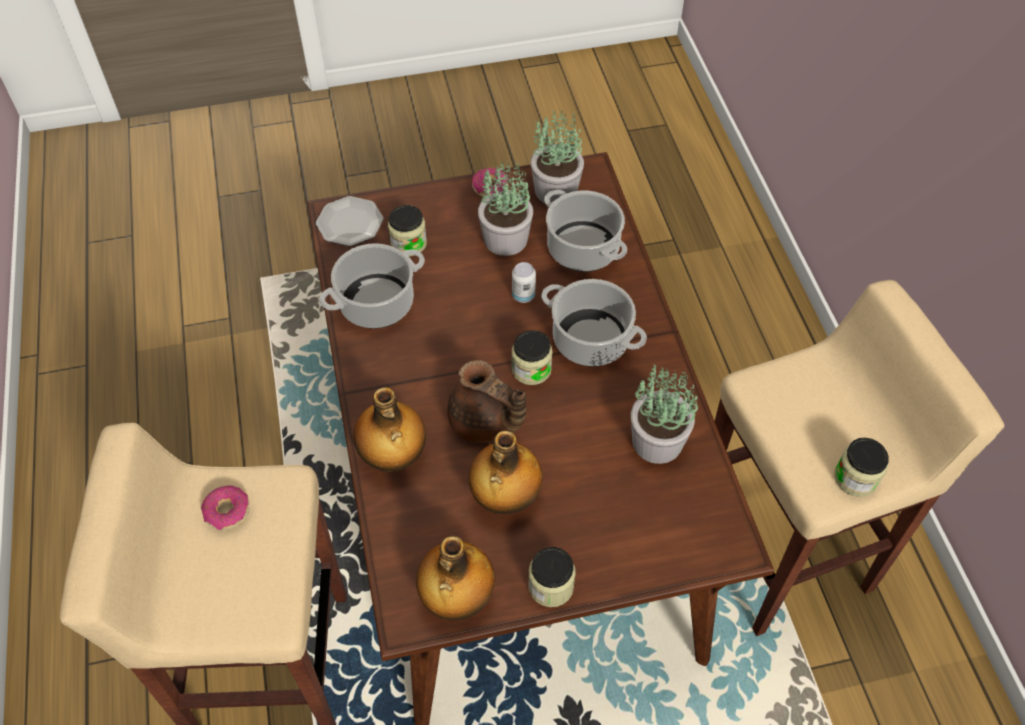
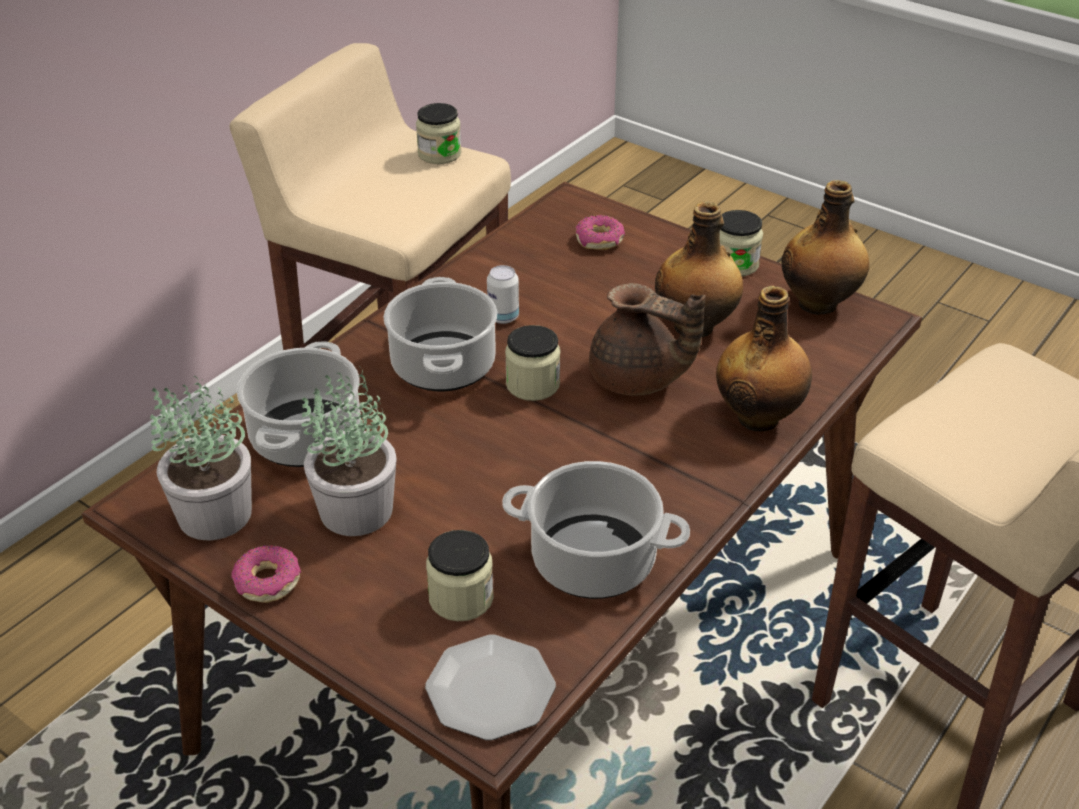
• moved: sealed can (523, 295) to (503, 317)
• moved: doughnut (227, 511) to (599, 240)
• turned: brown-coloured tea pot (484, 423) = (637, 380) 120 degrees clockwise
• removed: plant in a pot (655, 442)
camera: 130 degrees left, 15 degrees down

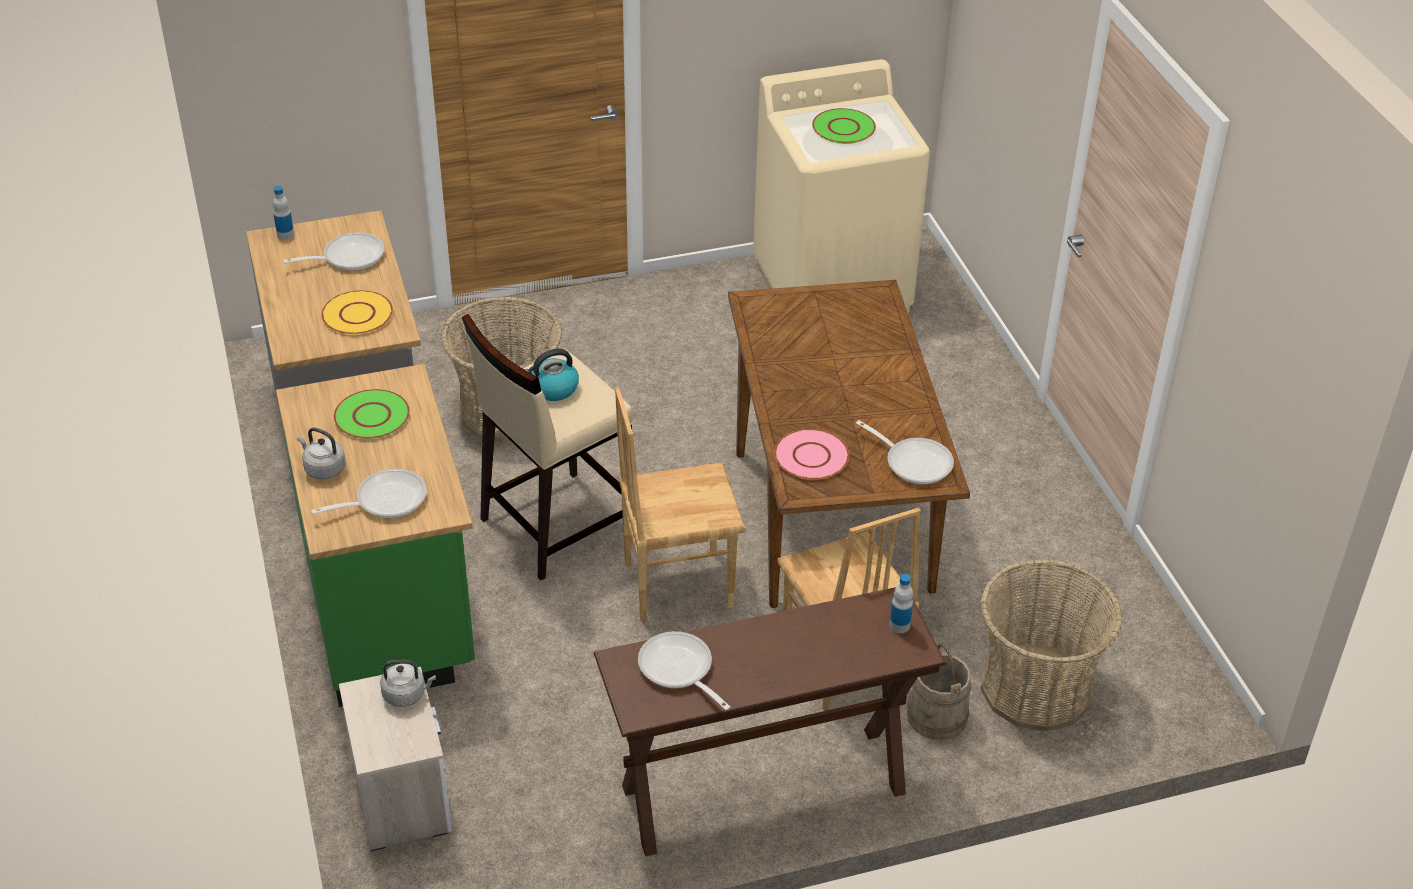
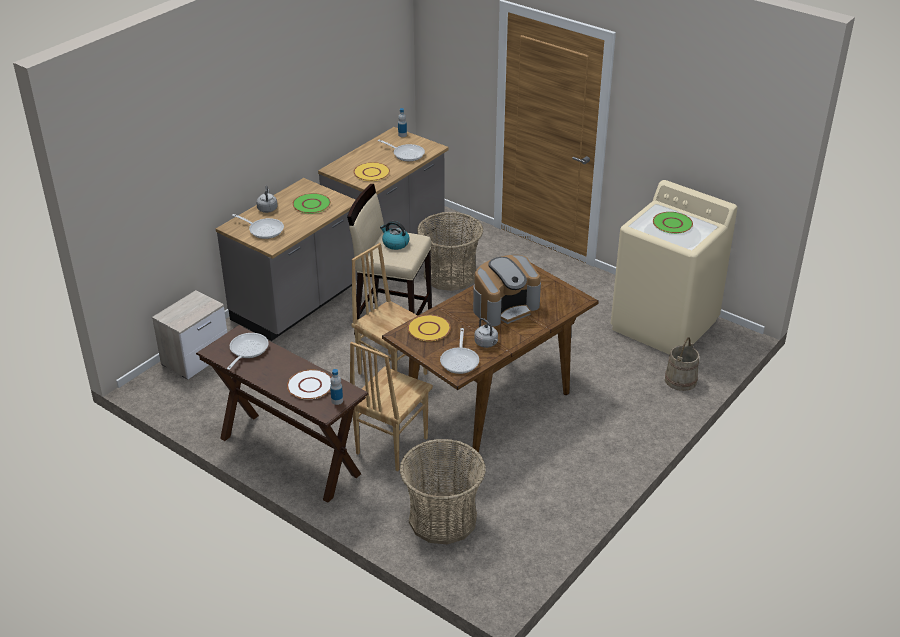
• recoloured: green-coloured kitchen counter (391, 607) to gray kitchen counter (297, 305)
• added: whitish plate (310, 385)
• recoloured: pinkish plate (811, 456) to yellow plate (429, 329)
• added: coffee maker (505, 307)
• moved: gray water kettle (406, 695) to (487, 343)
• moved: sand-coloured pail (937, 716) to (681, 380)
camera: 55 degrees right, 5 degrees down

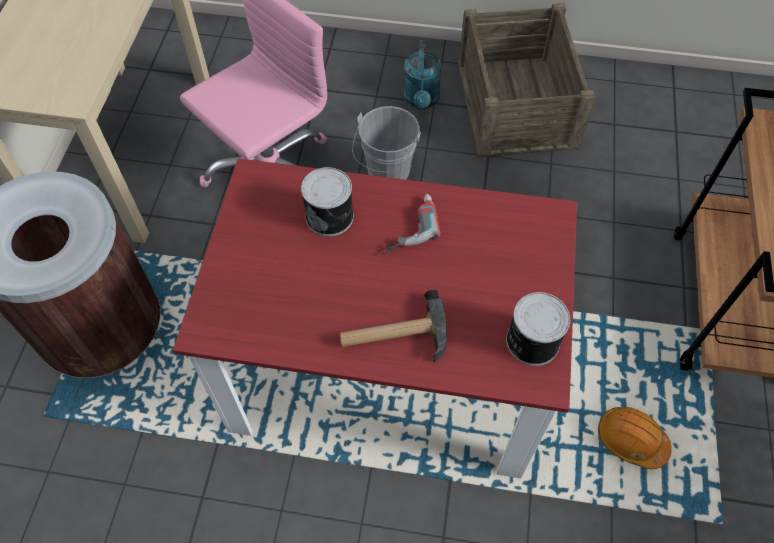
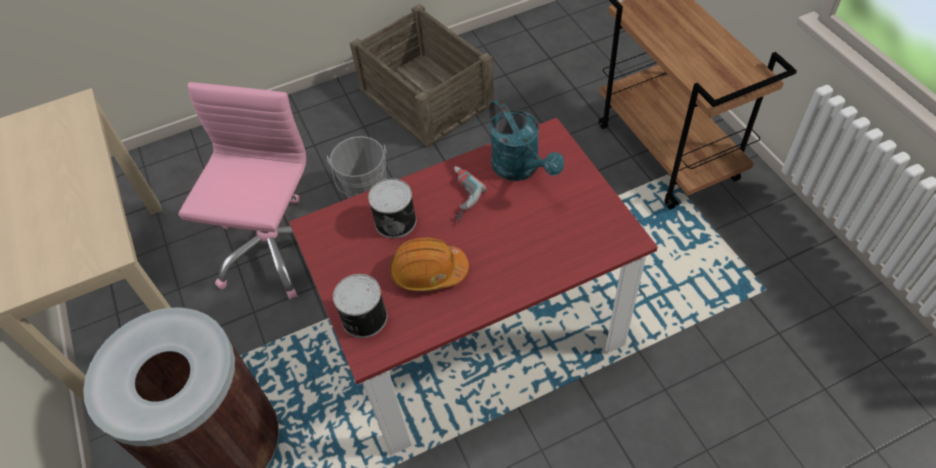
• moved: sealed can (531, 341) to (363, 318)
• moved: orangey hard hat (631, 440) to (428, 271)
• moved: turquoise-coloured sprinkling can (421, 100) to (521, 169)
• removed: hand hammer (393, 336)
camera: 30 degrees left, 5 degrees down

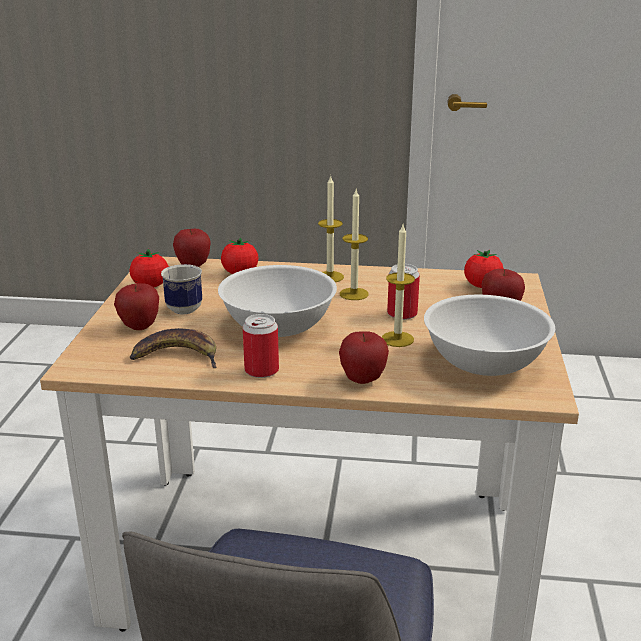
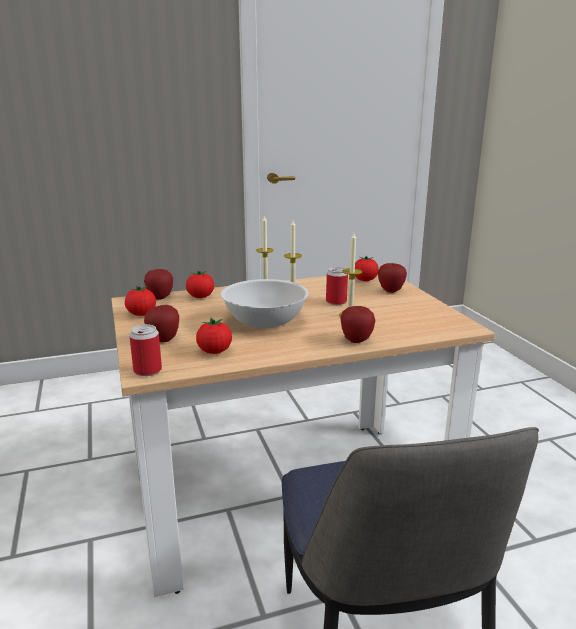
• moved: sealed can (261, 370) to (147, 370)
• replaced: banana (177, 356) to whole tomato (214, 352)
• removed: tea mug (184, 307)
• removed: whitish serving bowl (484, 363)
camera: 25 degrees left, 5 degrees down

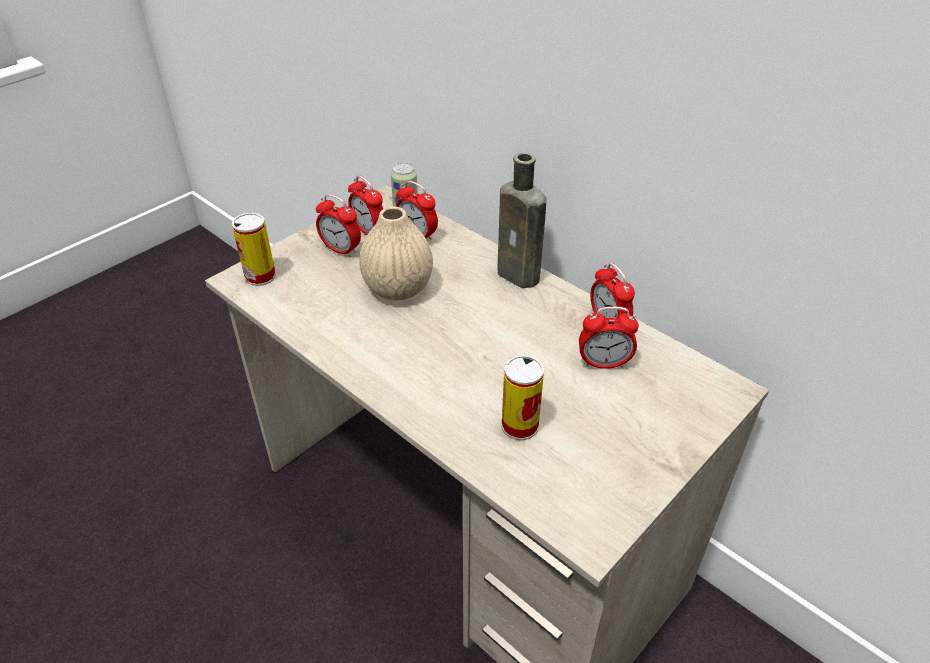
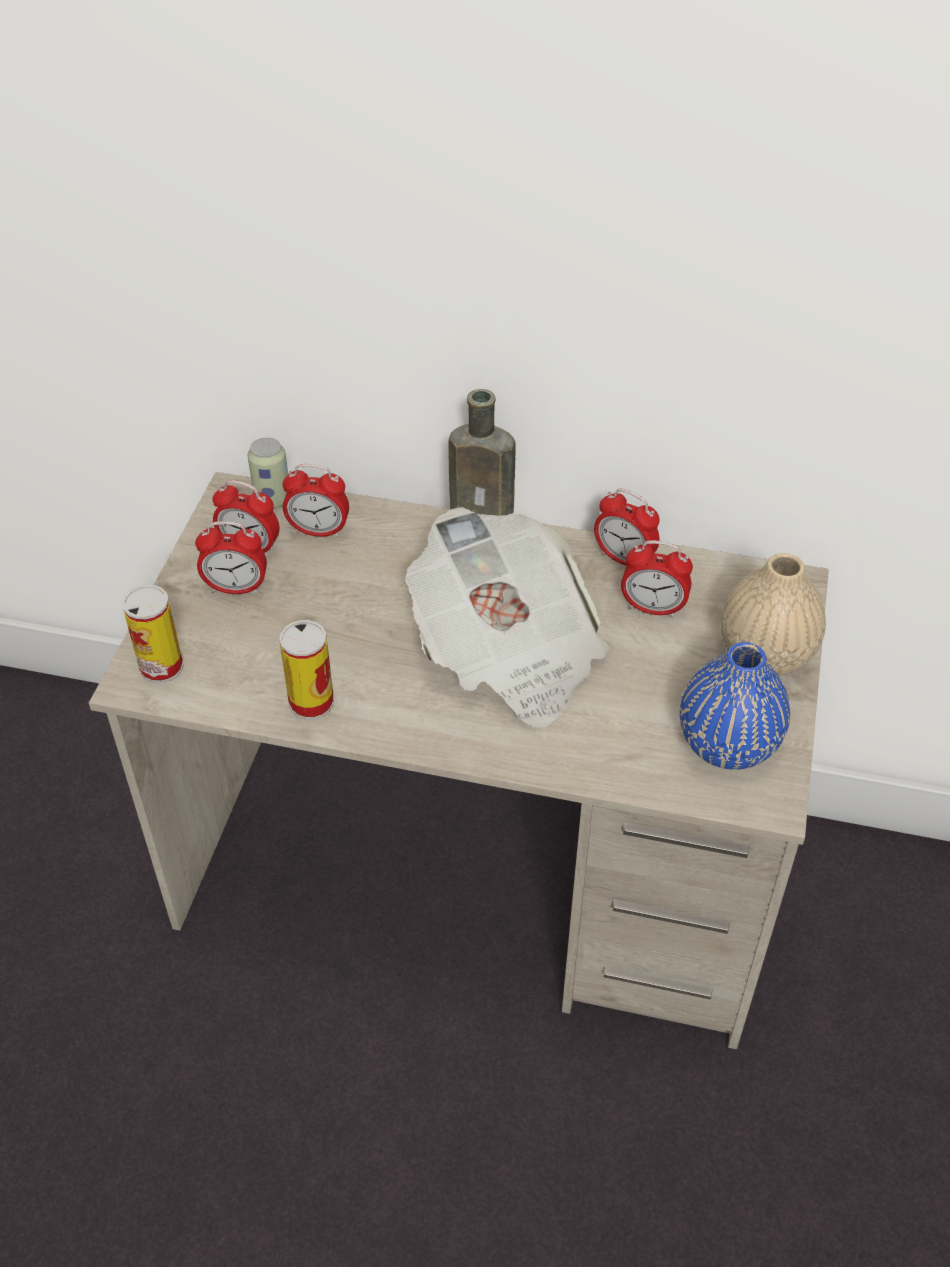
• moved: sealed can (520, 425) to (311, 702)
• added: printed paper (508, 652)
• turned: alarm clock (603, 363) = (653, 608) 45 degrees clockwise
• added: blue-coloured vase (727, 744)
• moved: sand-coloured vase (398, 288) to (765, 654)
camera: 30 degrees left, 5 degrees up

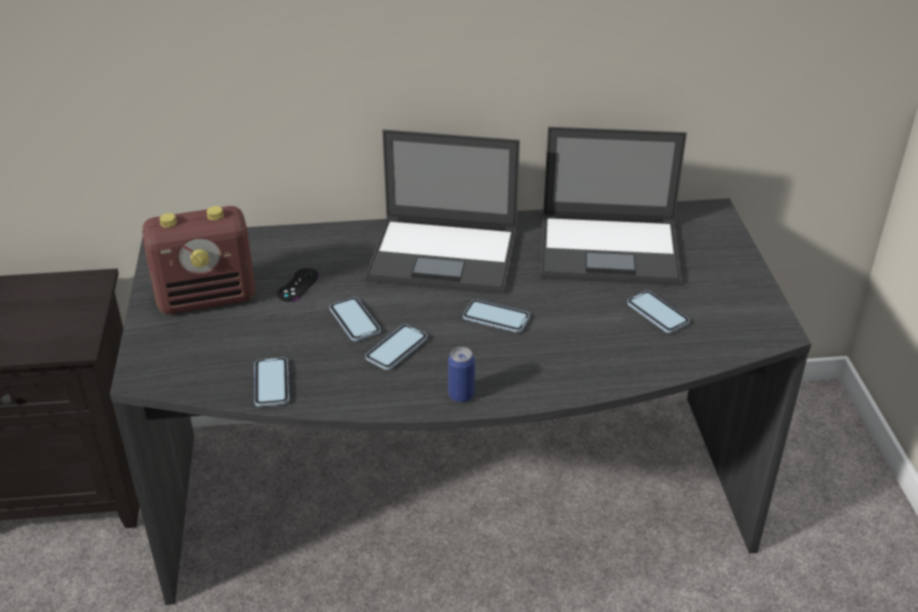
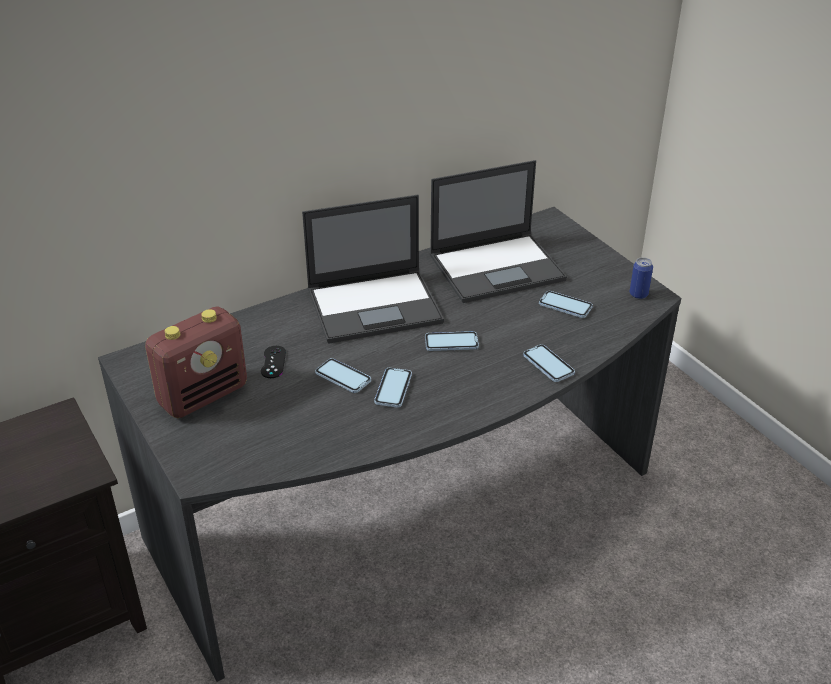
• moved: phone (271, 383) to (548, 364)
• moved: sealed can (461, 395) to (638, 294)
camera: 25 degrees left, 0 degrees up

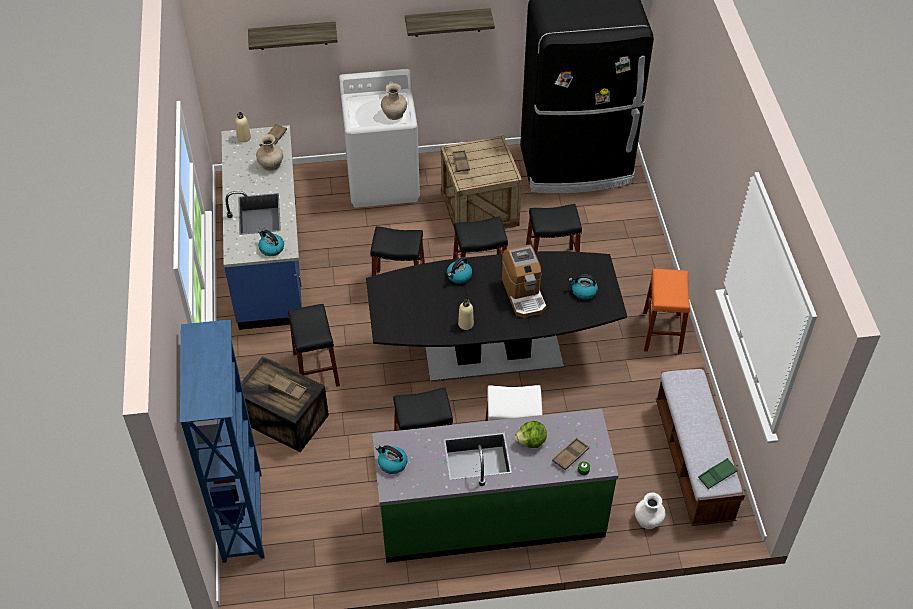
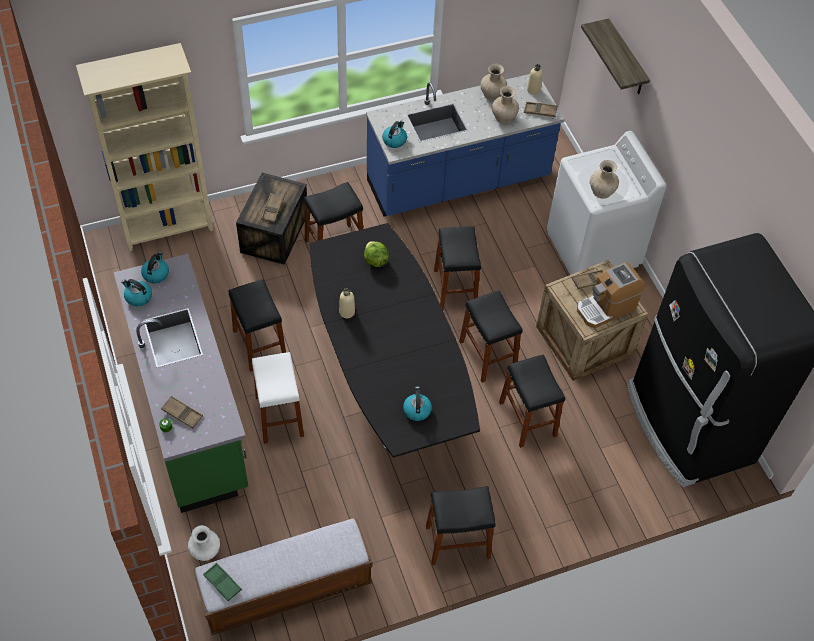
• recoloured: blue-coloured bookcase (243, 516) to sand-coloured bookcase (168, 228)
• moved: water kettle (459, 276) to (138, 297)
• moved: lettuce (531, 442) to (375, 261)
• recoloured: orangey sitting stool (662, 332) to black-coloured sitting stool (457, 542)
• added: sand-coloured vase (492, 94)
• moved: coffee maker (523, 294) to (606, 308)
• removed: bracket shelf (447, 22)
camera: 75 degrees right, 5 degrees up

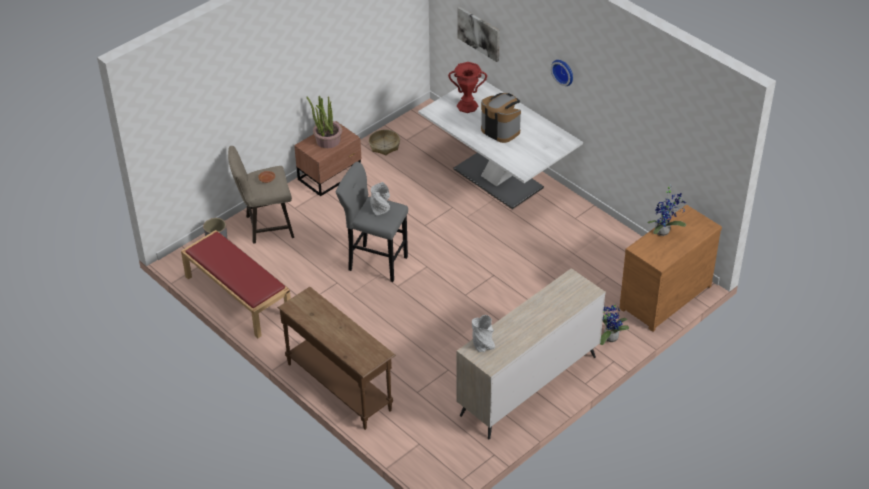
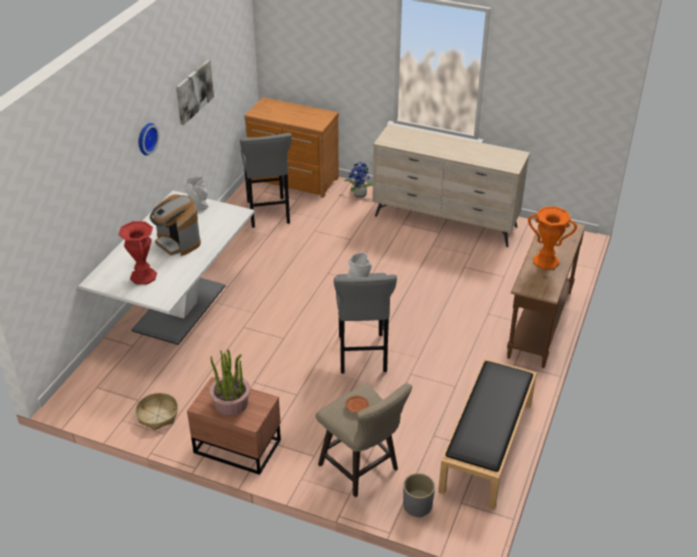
• turned: coffee maker (500, 130) = (177, 243) 60 degrees counterclockwise
• moved: picture (479, 33) to (194, 91)
• moved: gray vase (483, 345) to (198, 207)
• added: gray sitting stool (268, 214)
• recoloured: red-coloured bench (237, 296) to black-coloured bench (487, 447)
• added: orangey vase (546, 261)
• removed: plant in a pot (664, 231)
camera: 115 degrees left, 5 degrees down

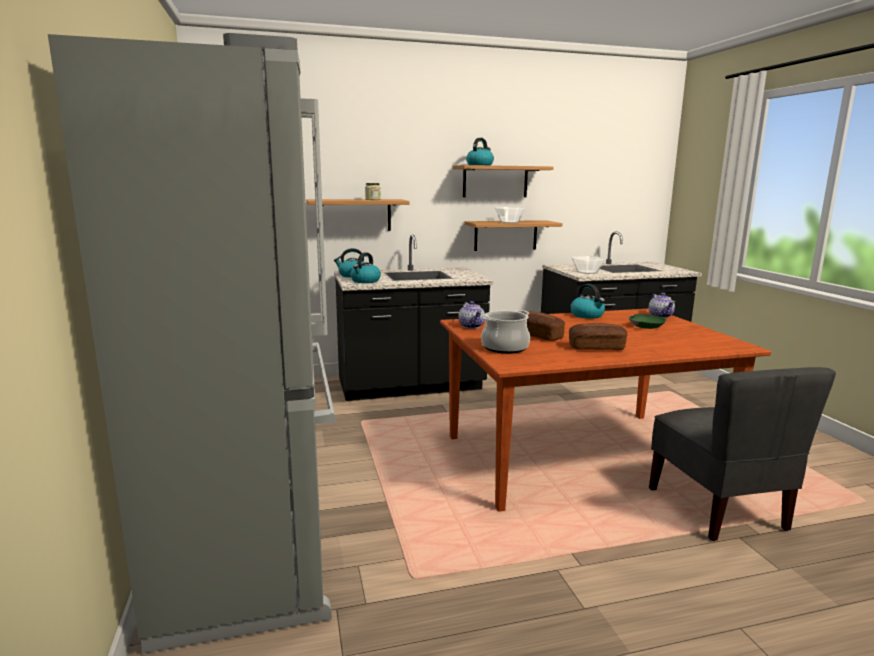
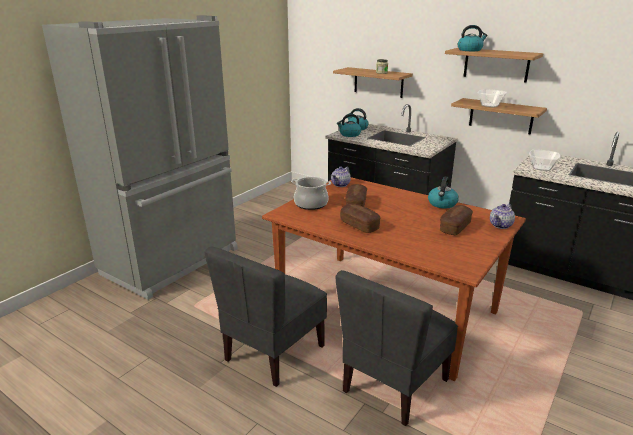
• added: gray chair (273, 353)
• replaced: green-coloured serving bowl (646, 326) to bread (455, 227)
camera: 50 degrees right, 10 degrees up

